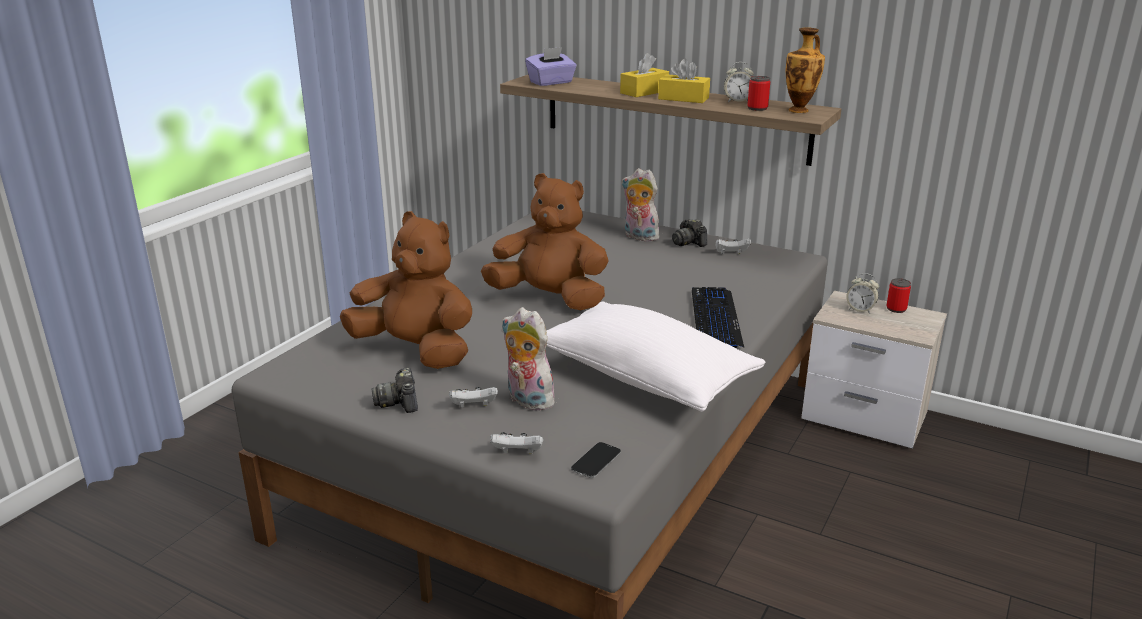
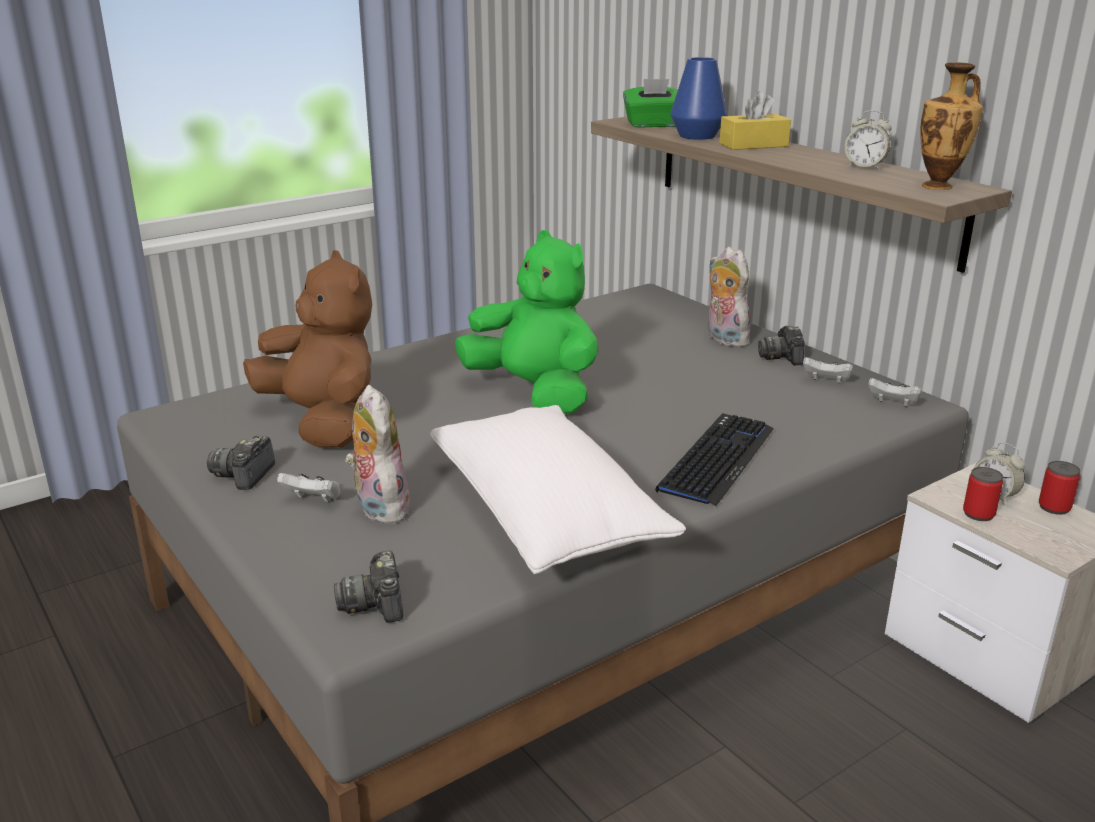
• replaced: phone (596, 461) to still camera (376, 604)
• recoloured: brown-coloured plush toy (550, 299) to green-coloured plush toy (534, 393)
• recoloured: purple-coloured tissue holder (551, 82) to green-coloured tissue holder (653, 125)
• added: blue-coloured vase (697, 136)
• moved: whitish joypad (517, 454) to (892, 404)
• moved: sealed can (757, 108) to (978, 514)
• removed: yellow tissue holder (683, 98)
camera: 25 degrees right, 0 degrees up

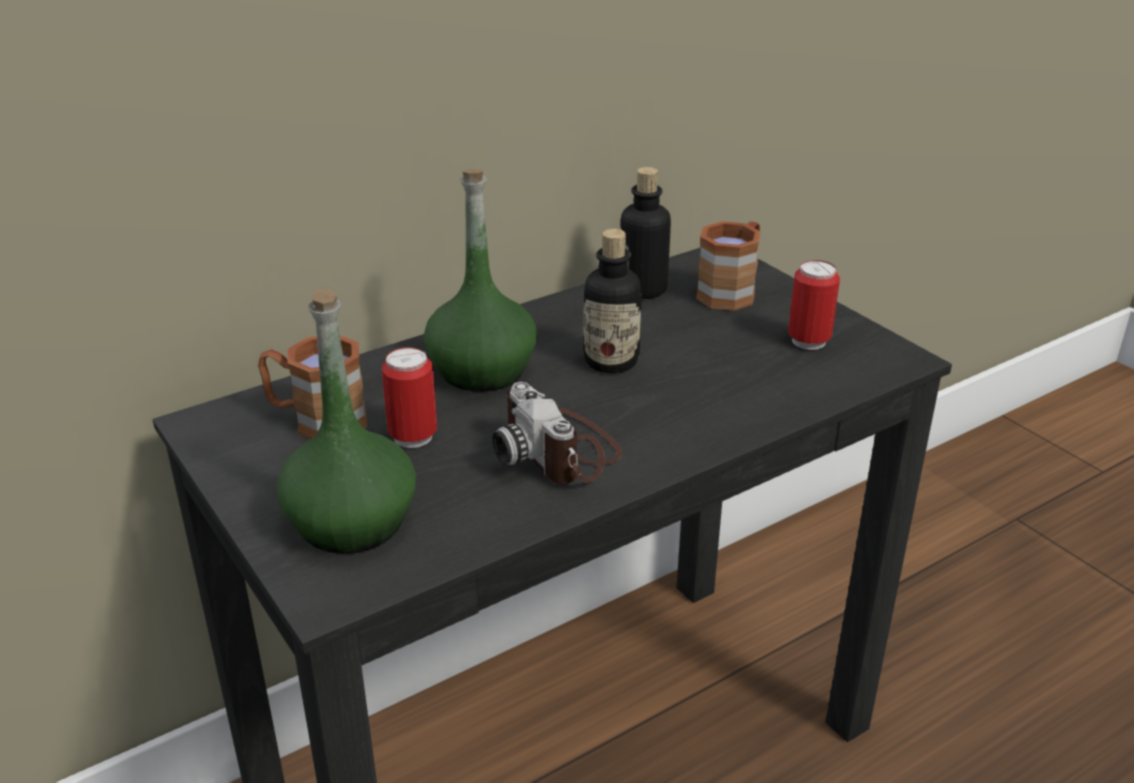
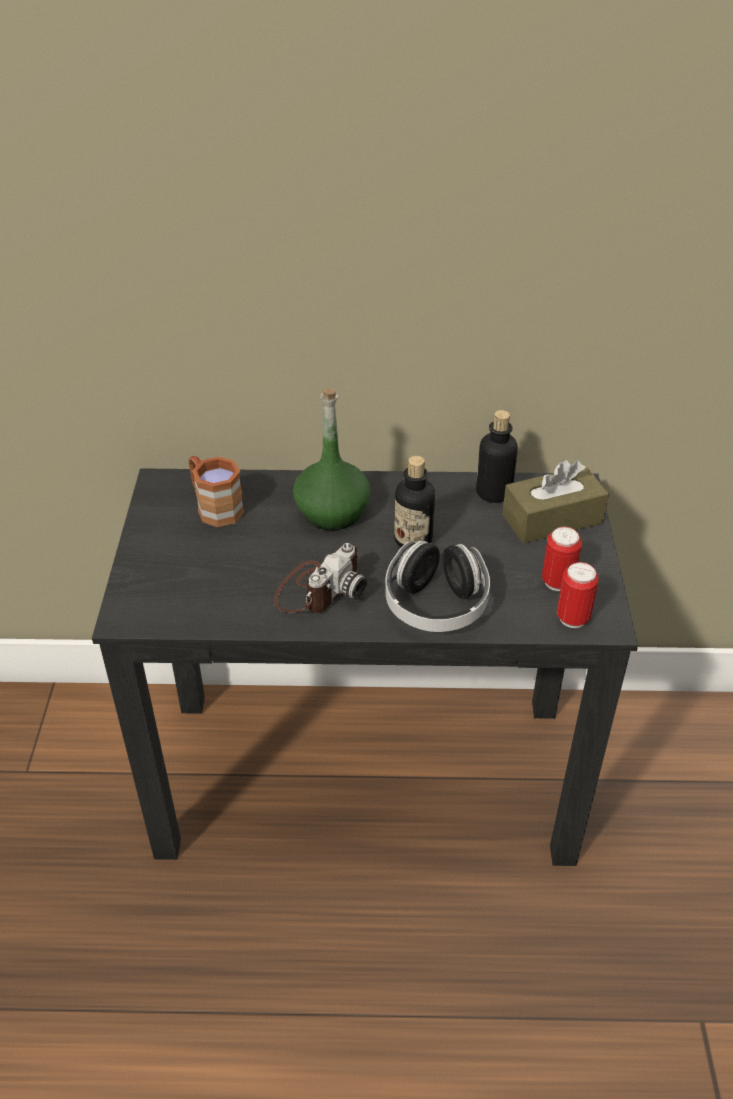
• turned: still camera (560, 450) = (318, 588) 150 degrees counterclockwise
• added: pair of headphones (436, 606)
• replaced: brown-coloured tea mug (732, 291) to brown-coloured tissue holder (552, 519)
• moved: sealed can (413, 437) to (572, 618)
• removed: green-coloured drink bottle (352, 522)
camera: 35 degrees right, 10 degrees up

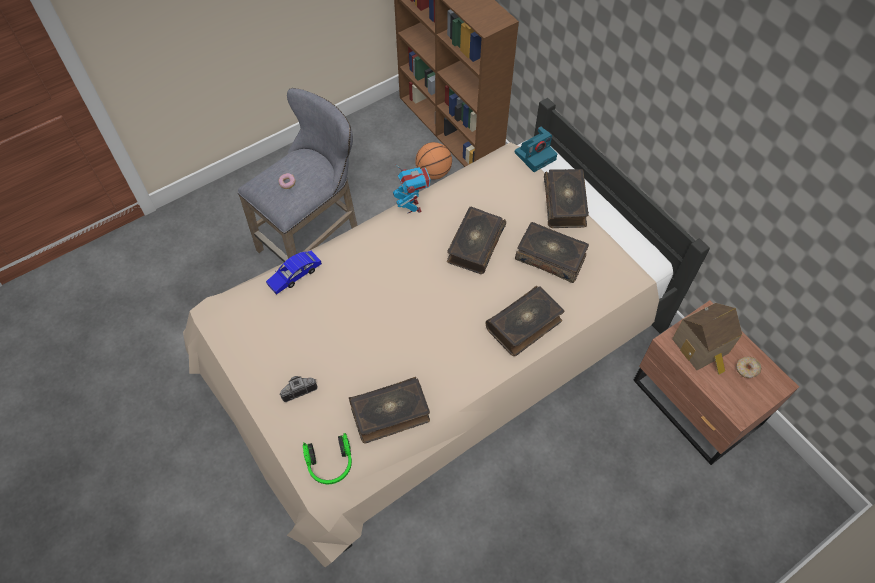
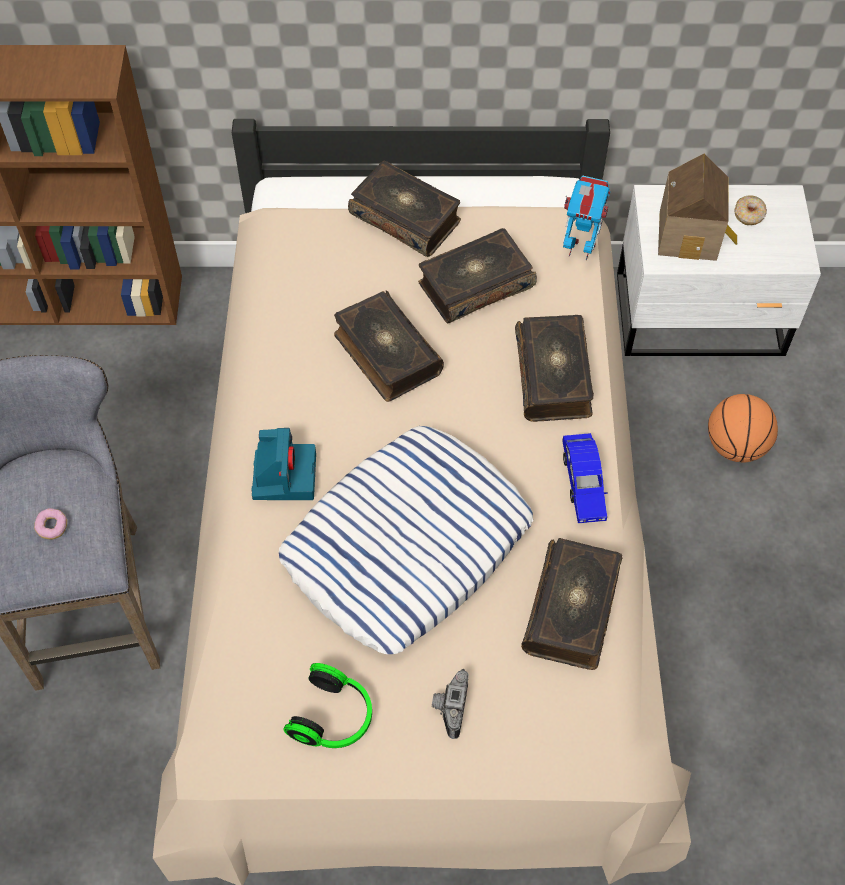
• moved: still camera (535, 155) to (284, 474)
• added: pillow (407, 544)
• moved: pair of headphones (330, 464) to (334, 717)
• moved: blue-coloured model car (295, 276) to (583, 483)
• moved: toy robot (412, 207) to (580, 249)
• recoloured: brown-coloured nightstand (696, 405) to whitish nightstand (702, 317)
• moved: basketball ball (433, 173) to (735, 446)
camera: 55 degrees left, 0 degrees up

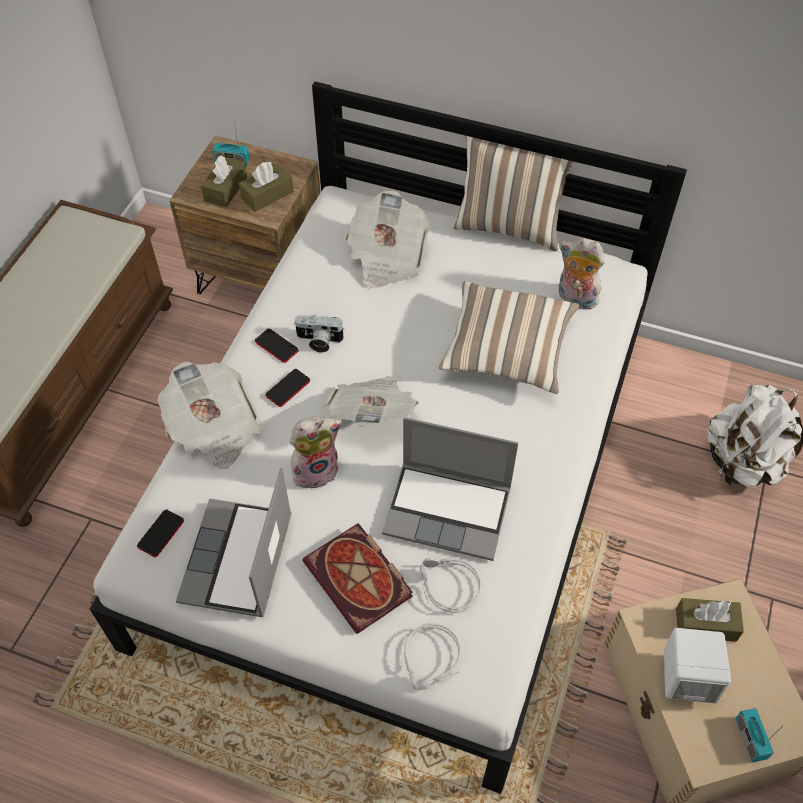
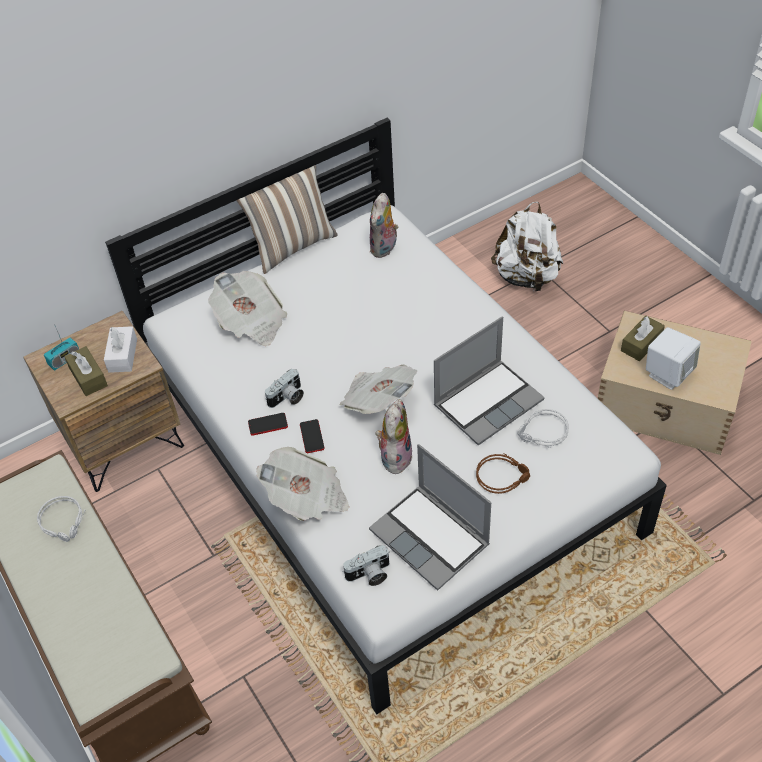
• moved: gray pair of headphones (431, 661) to (64, 522)
• recoloured: brown-coloured tissue holder (267, 195) to whitish tissue holder (123, 355)
• replaced: phone (161, 533) to still camera (369, 575)
• turned: plush toy (575, 298) = (384, 249) 45 degrees counterclockwise
• replaced: volume (361, 580) to brown-coloured pair of headphones (502, 476)
• removed: pillow (507, 351)
• removed: radio receiver (750, 739)
camera: 50 degrees left, 5 degrees down

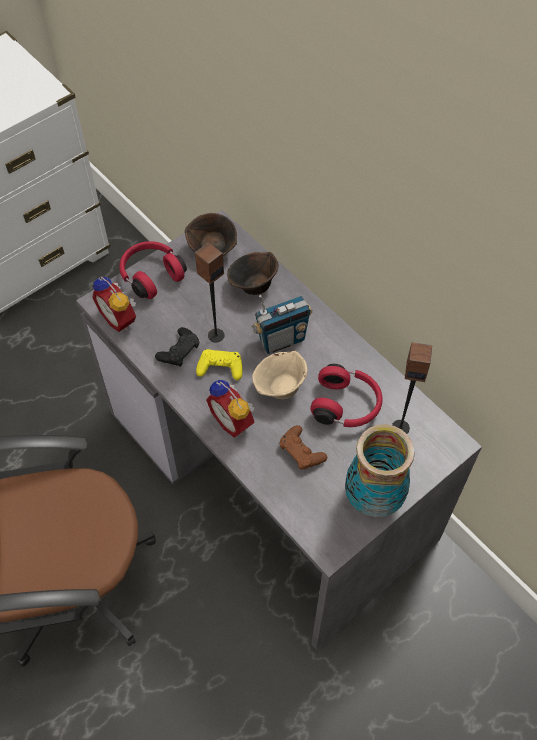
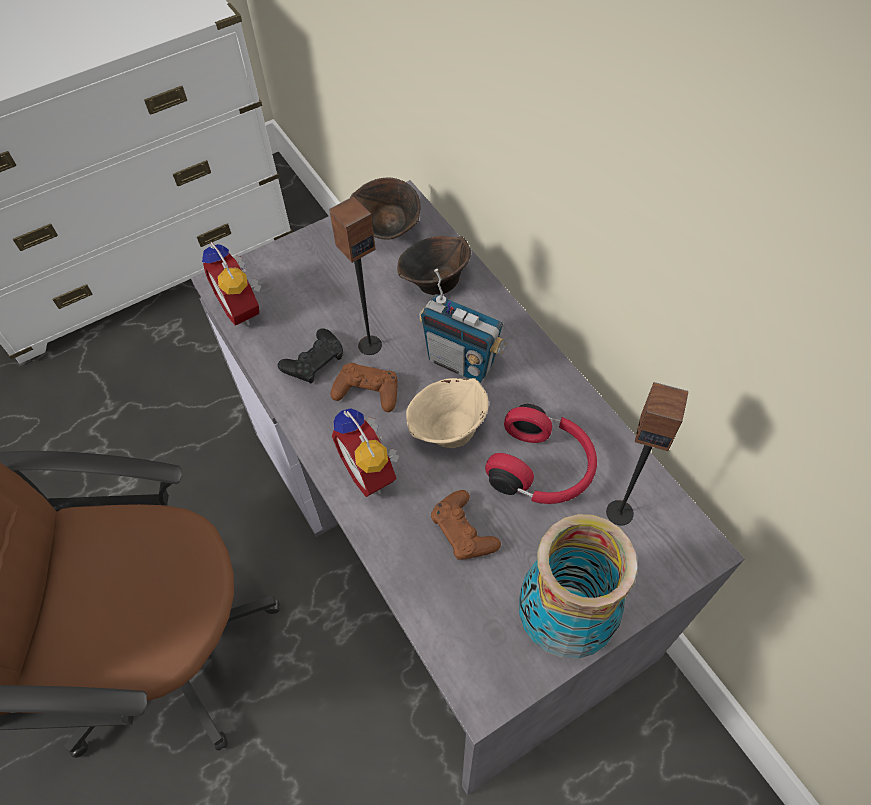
• recoloured: yellow joypad (220, 367) to brown-coloured joypad (367, 391)
• turned: radio receiver (281, 340) = (461, 362) 45 degrees clockwise
• removed: red-coloured pair of headphones (151, 275)
camera: 10 degrees right, 0 degrees up

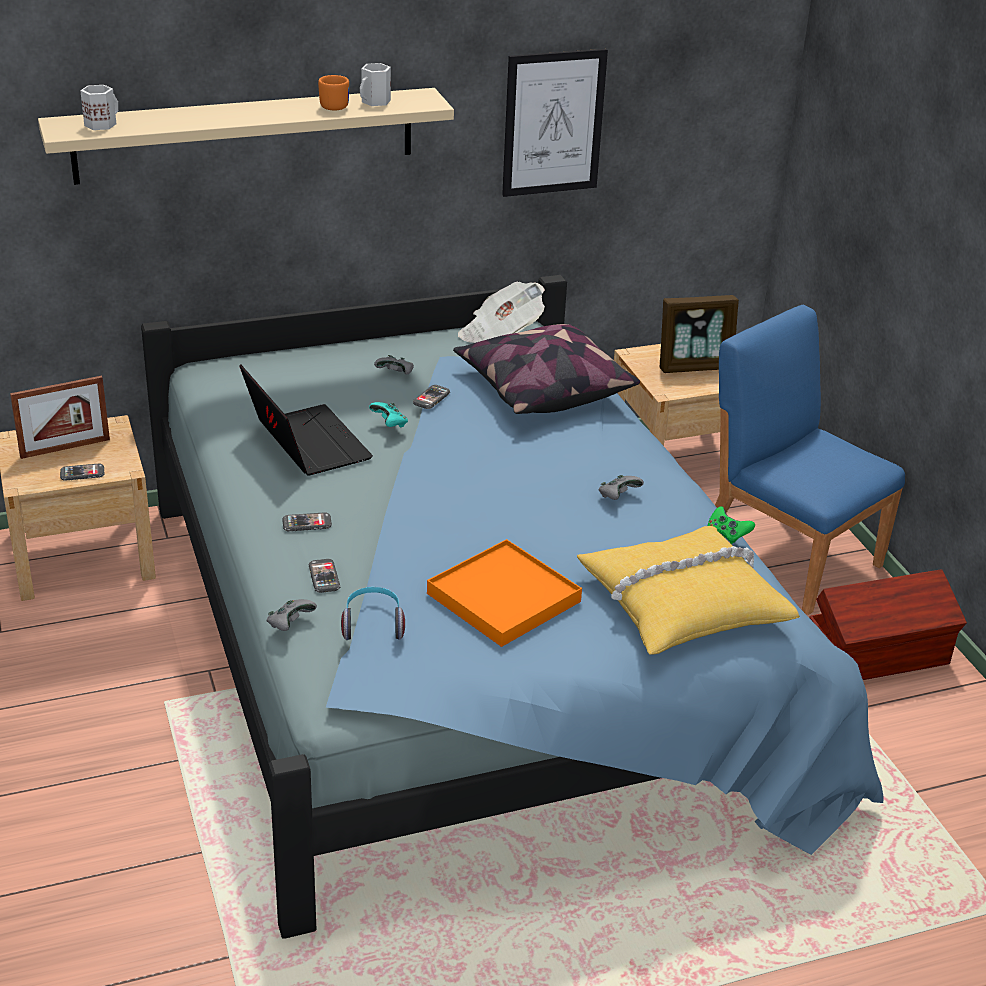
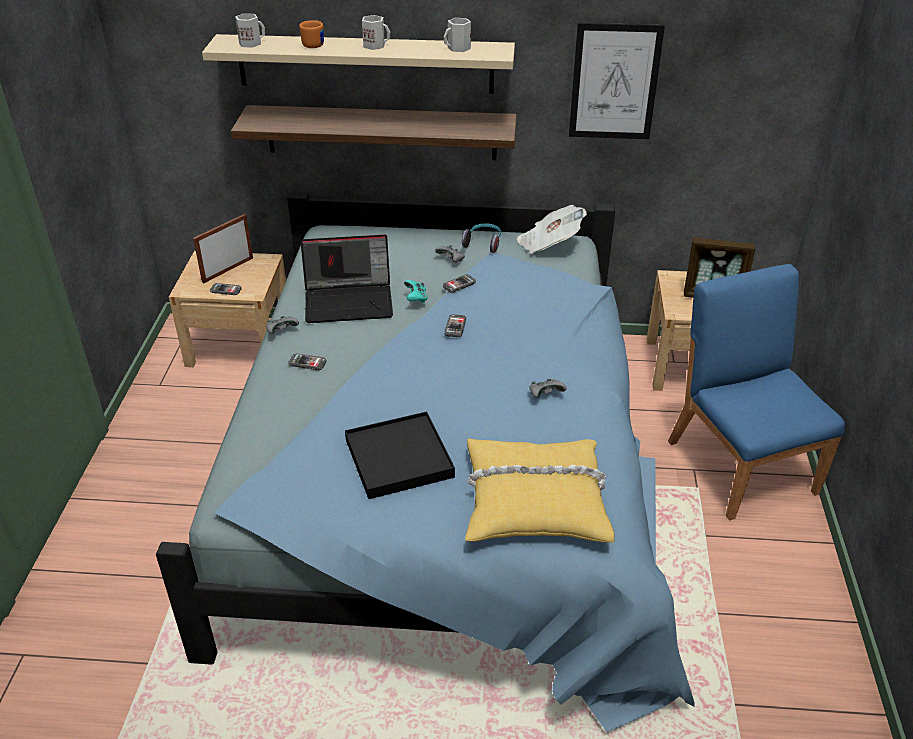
• turned: standing frame (65, 448) = (228, 270) 135 degrees clockwise
• added: bracket shelf (381, 132)
• moved: gray joypad (290, 624) to (281, 331)
• moved: orangey tea mug (333, 105) to (314, 44)
• turned: laptop (304, 443) = (350, 301) 90 degrees clockwise
• recoloured: orangey serving tray (504, 597) to black-coloured serving tray (399, 458)
• added: whitish tea mug (375, 45)
• moved: phone (324, 577) to (455, 327)
• moved: pair of headphones (373, 623) to (483, 243)
• removed: pillow (542, 389)
• removed: green-coloured joypad (727, 534)
• removed: brown-coloured storage bin (878, 657)
camera: 25 degrees right, 5 degrees up

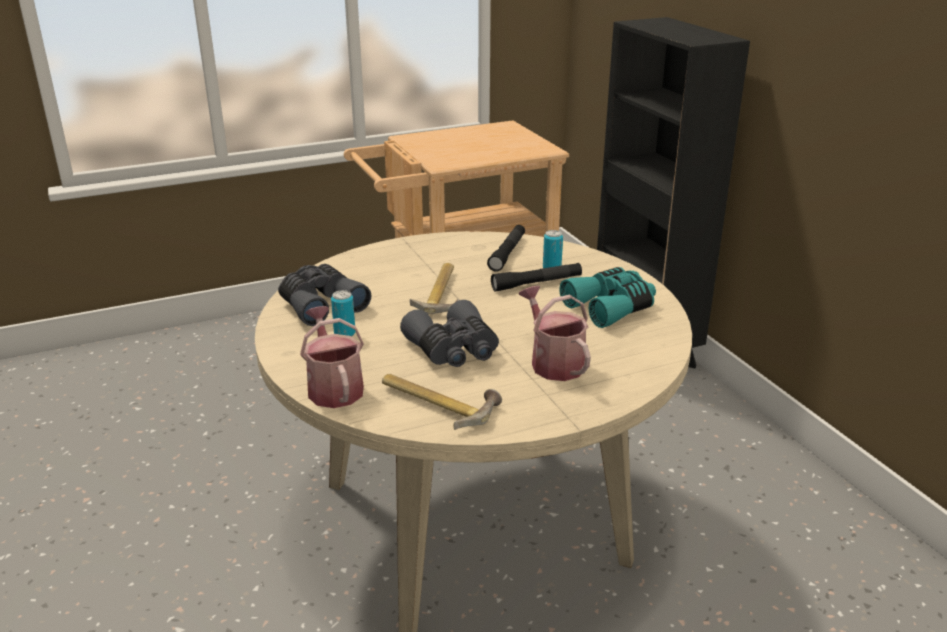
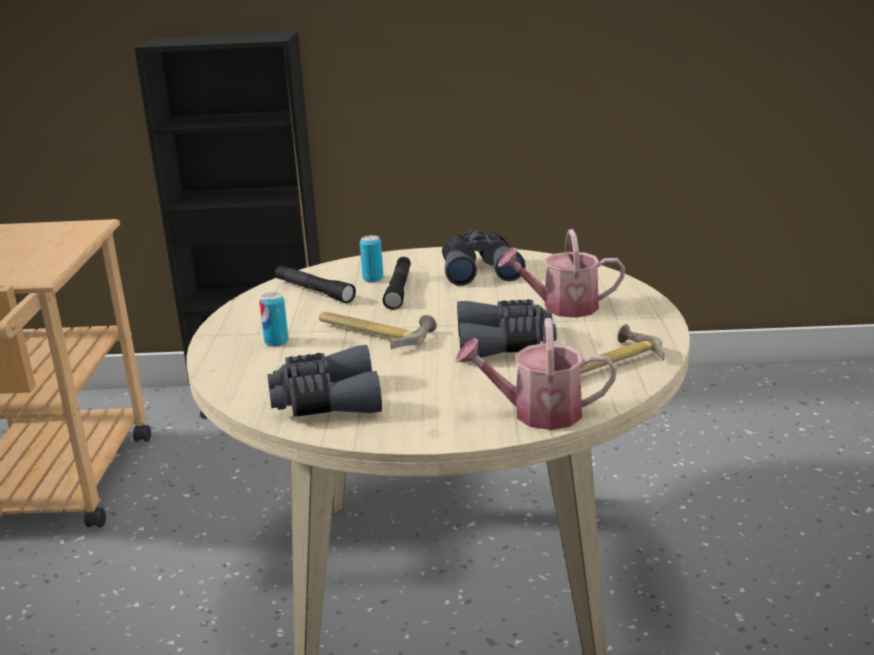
• moved: sealed can (344, 333) to (276, 342)
• recoloured: turquoise-coloured binoculars (611, 307) to gray binoculars (479, 270)
camera: 65 degrees left, 5 degrees down

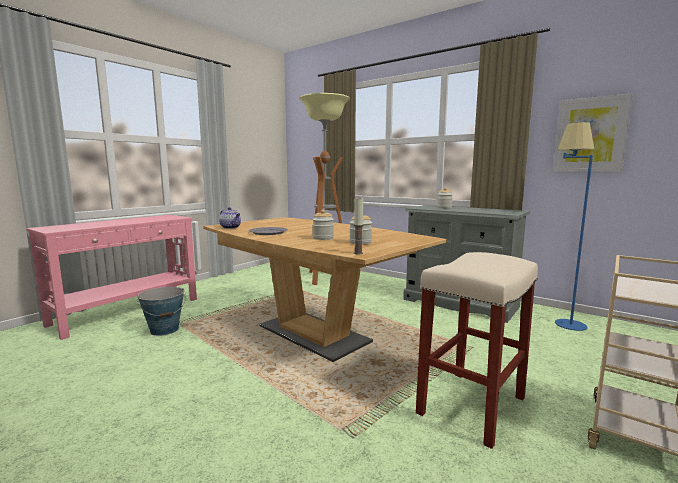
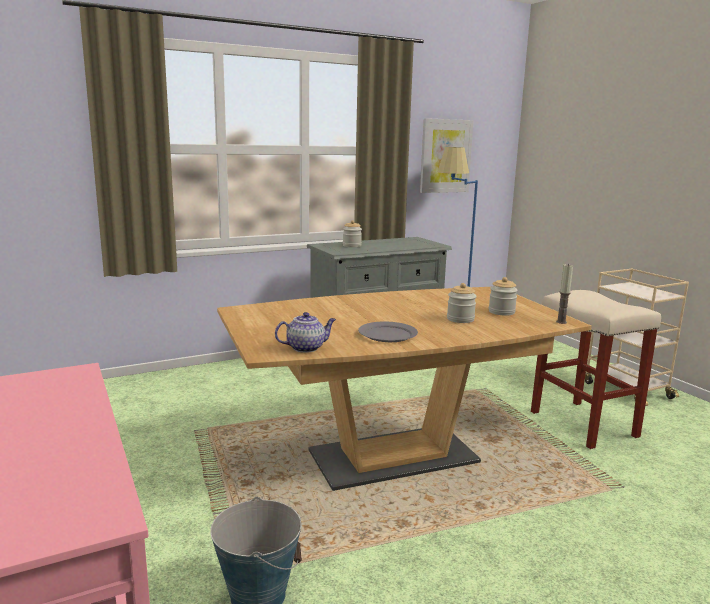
• removed: standing lamp (325, 277)
camera: 65 degrees left, 5 degrees up

